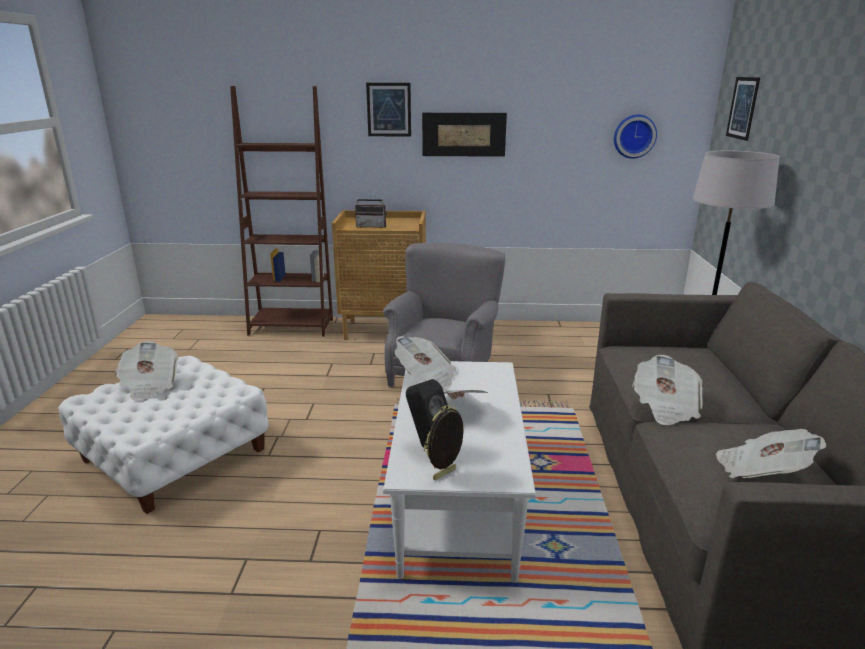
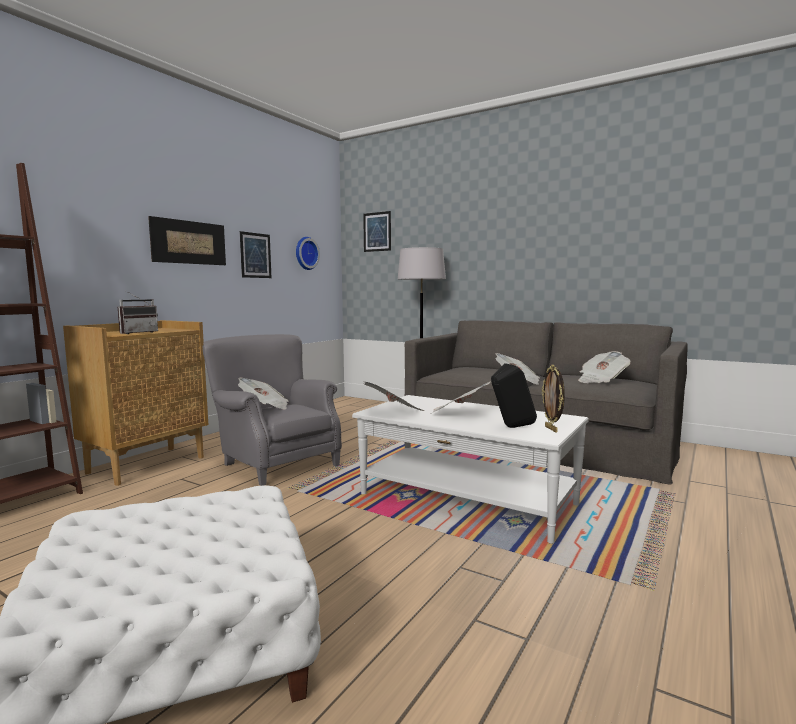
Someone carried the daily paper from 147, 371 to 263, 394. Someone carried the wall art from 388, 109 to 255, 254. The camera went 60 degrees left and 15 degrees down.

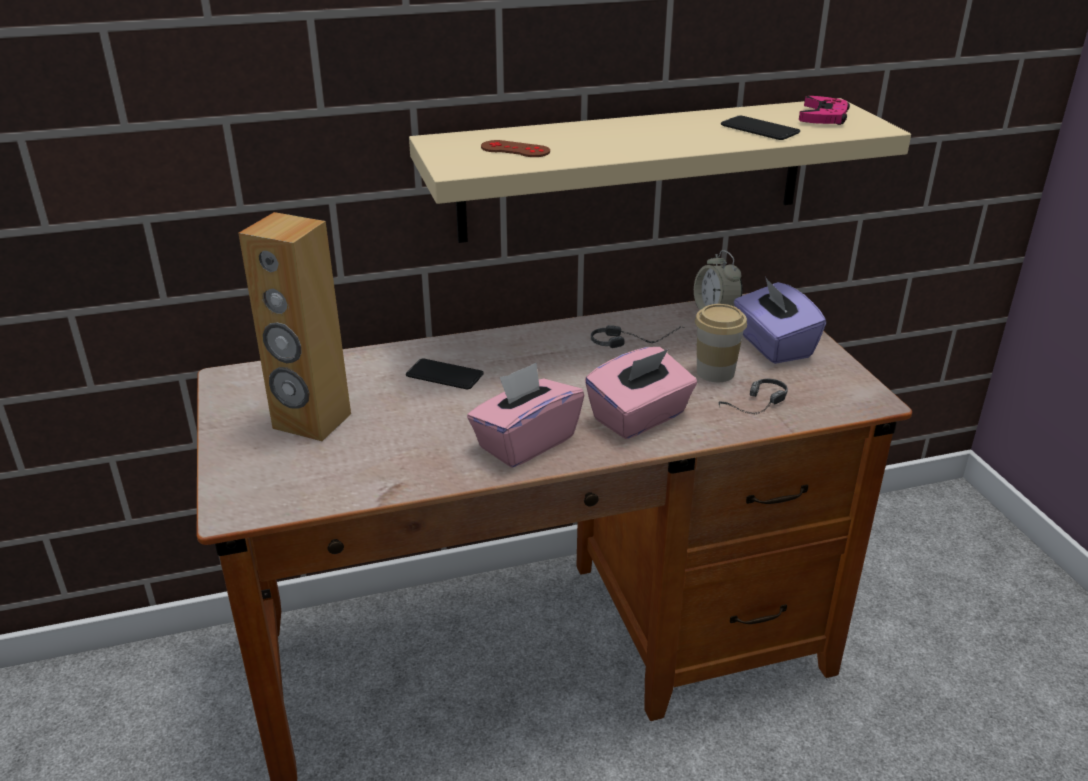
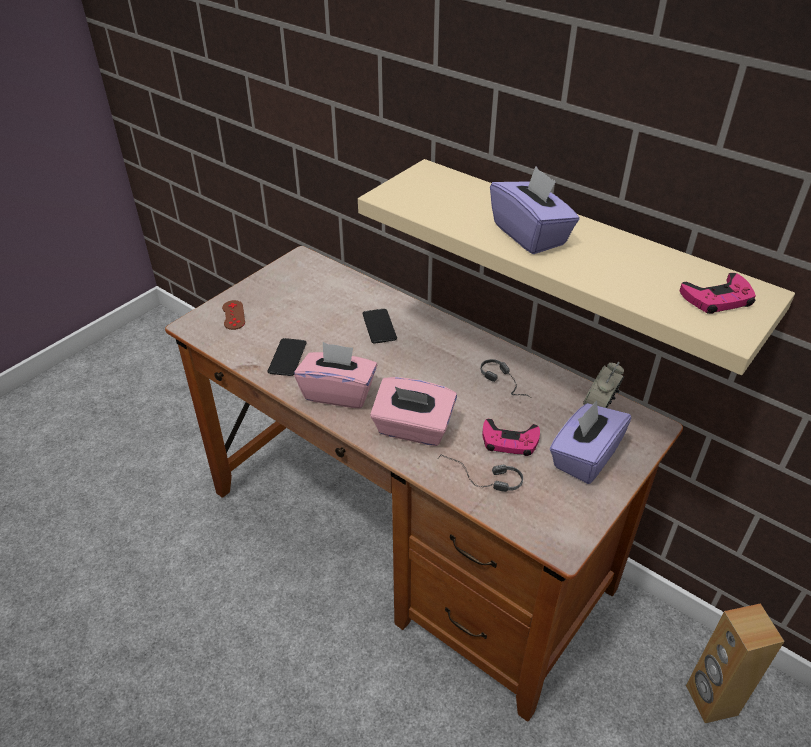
Someone put down the tissue holder/purplish at 534, 210. Someone carried the audio speaker/brown from 294, 326 to 735, 663. Someone carried the gamepad/brown from 515, 148 to 233, 315. Someone carried the phone from 760, 128 to 287, 357. Someone swapped the drinking cup at 721, 343 for the gamepad/pinkish at 511, 437. The camera went 55 degrees right and 10 degrees up.

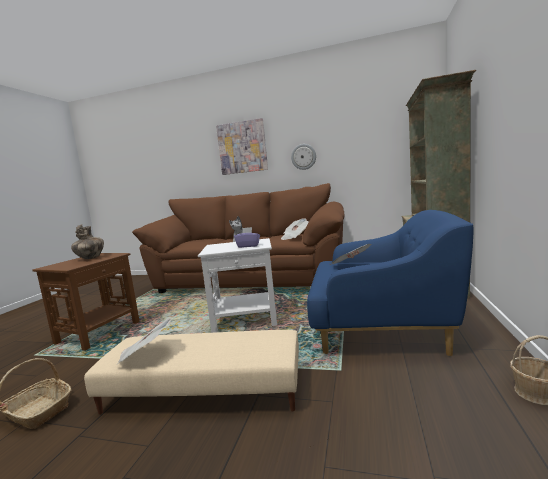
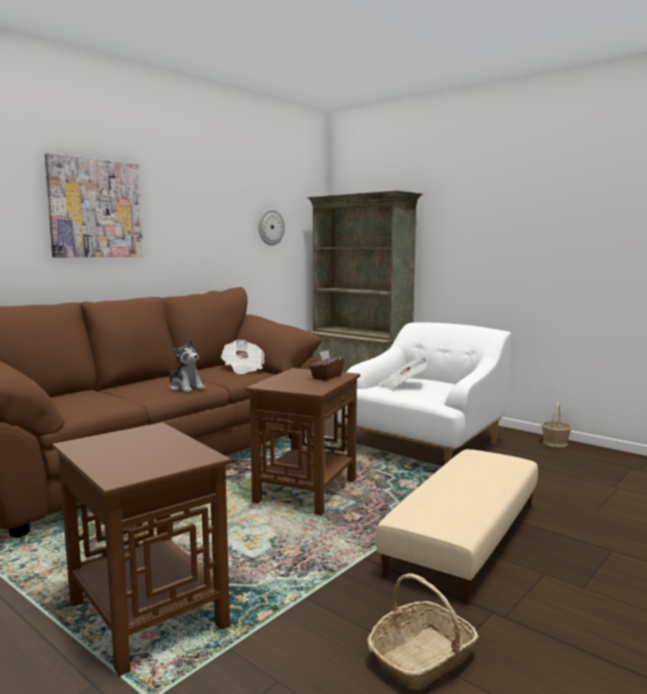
Someone took away the vase at 87, 241. Someone took away the daily paper at 143, 341. Someone carried the hanging clock from 303, 157 to 272, 227. Someone repainted the side table/white at 237, 285, which became the side table/brown at 302, 441. Someone repainted the tissue holder/purplish at 247, 237, which became the tissue holder/brown at 326, 365. Someone repainted the easy chair/blue-coloured at 390, 283, which became the easy chair/white at 422, 393. The camera went 65 degrees left and 0 degrees up.

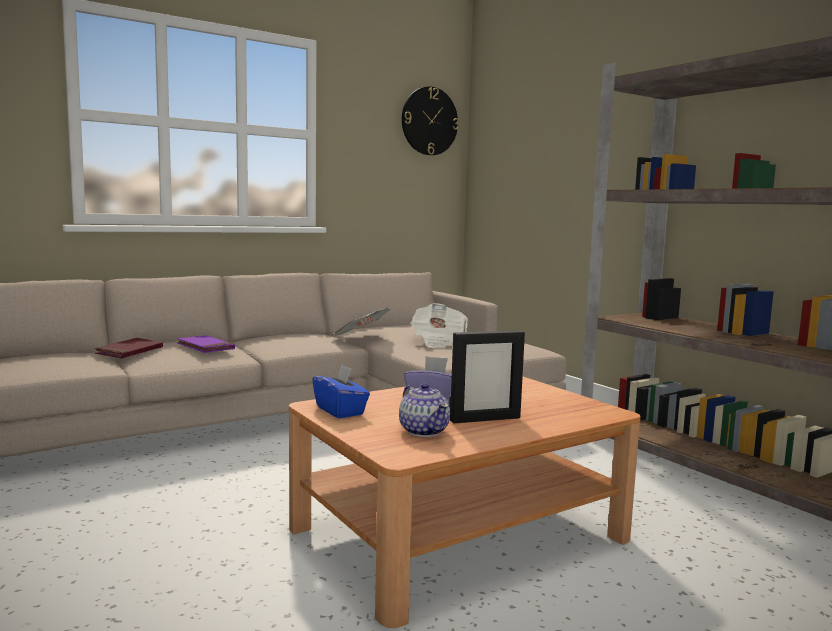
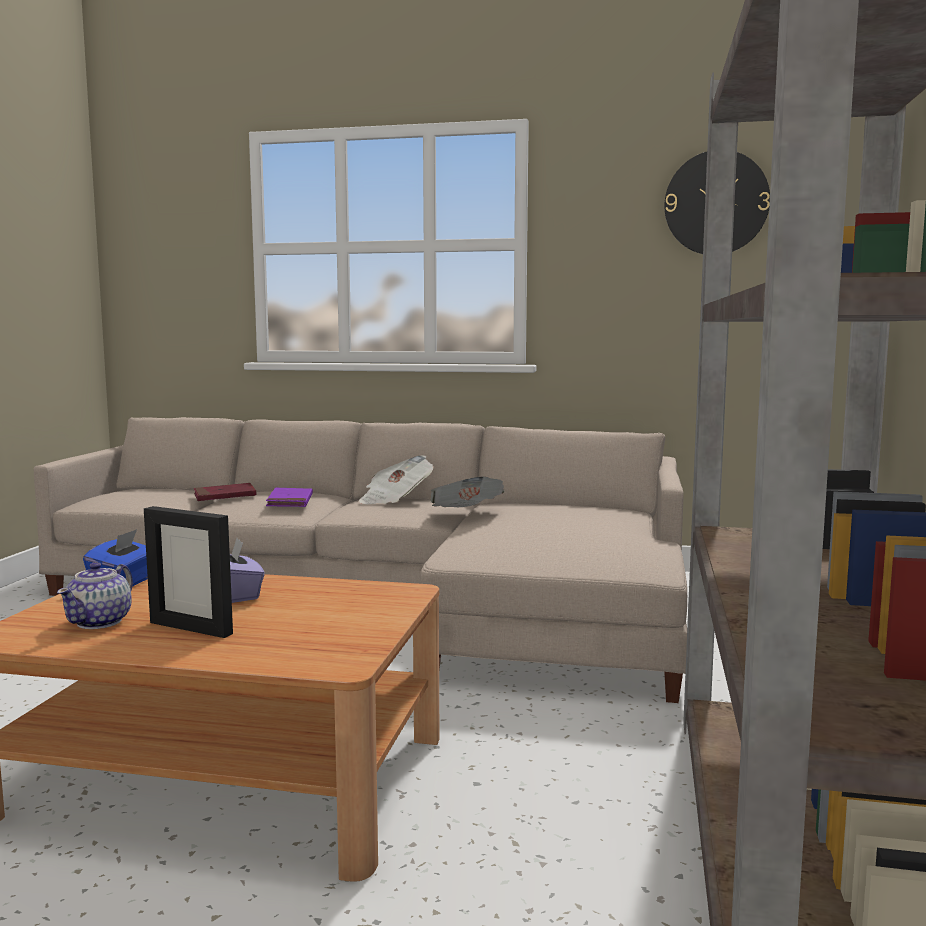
Someone carried the daily paper from 439, 325 to 396, 479. The camera went 45 degrees right and 0 degrees up.

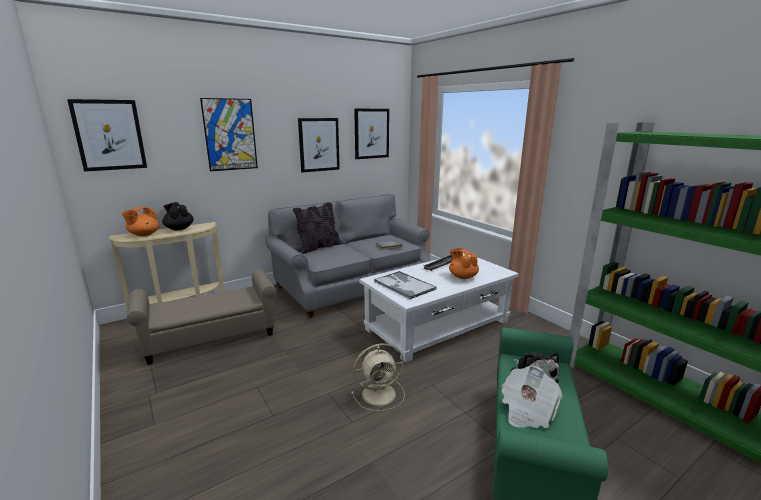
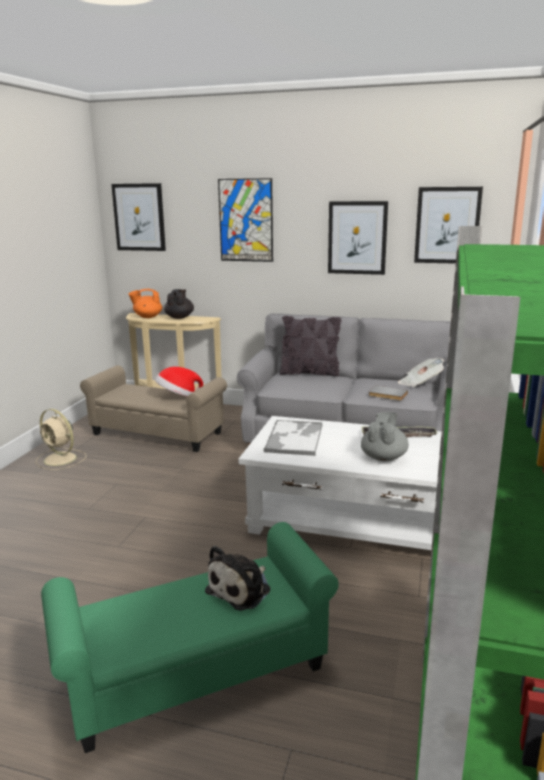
Someone put down the wearable hat at 179, 382. Someone carried the fan/sand-coloured from 378, 377 to 61, 439. Someone carried the daily paper from 531, 396 to 421, 372. Someone repainted the teapot/orange at 464, 263, which became the teapot/gray at 385, 436. The camera went 50 degrees right and 0 degrees up.

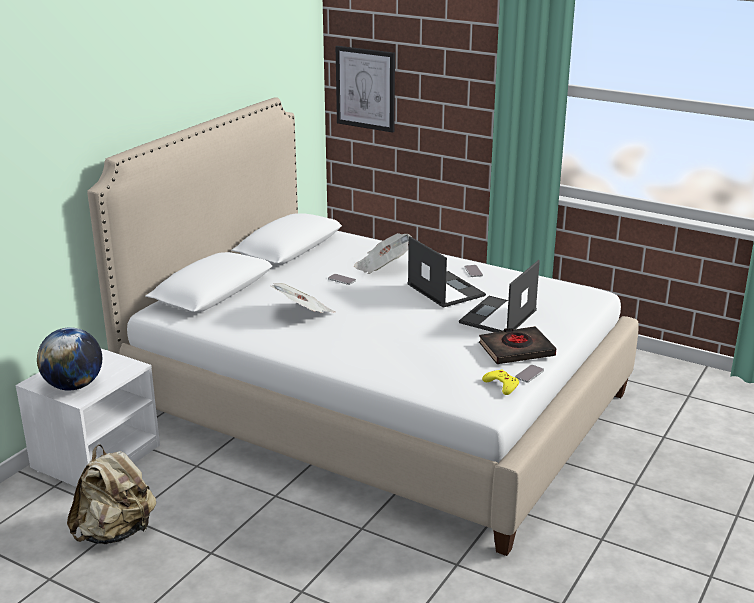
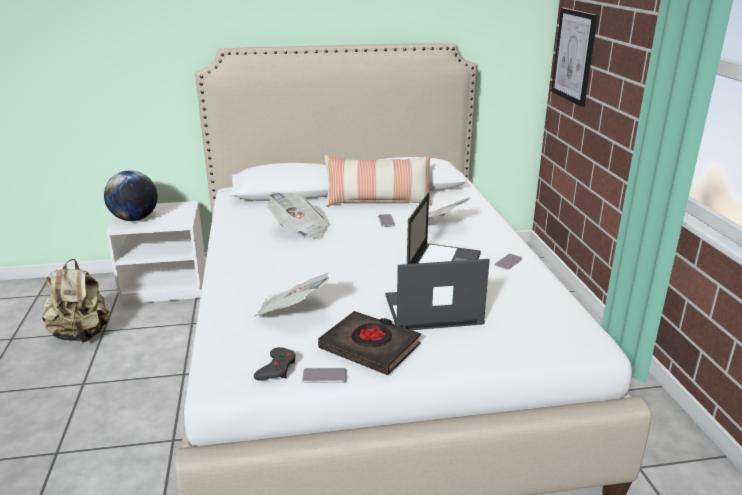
Someone put down the daily paper at 291, 295. Someone put down the cushion at 378, 181. Someone repainted the gamepad/yellowish at 500, 382, which became the gamepad/gray at 275, 364. The camera went 50 degrees right and 0 degrees up.

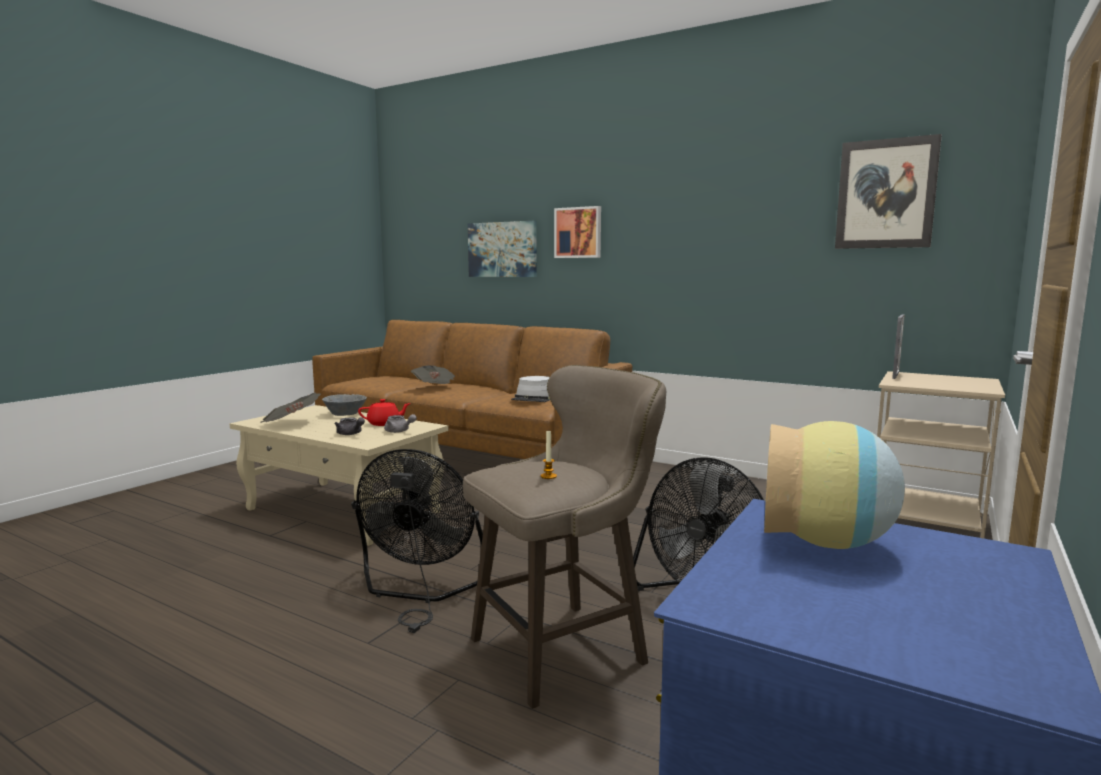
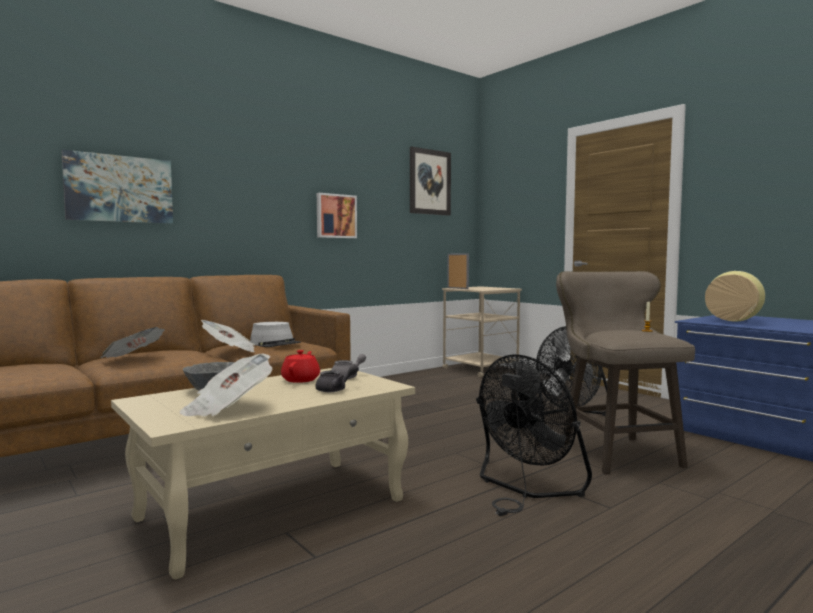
Someone put down the daily paper at 228, 336. Someone carried the wall art from 577, 232 to 337, 215. Someone rotated the fan/black at 417, 541 by 105 degrees clockwise. The camera went 70 degrees left and 5 degrees down.

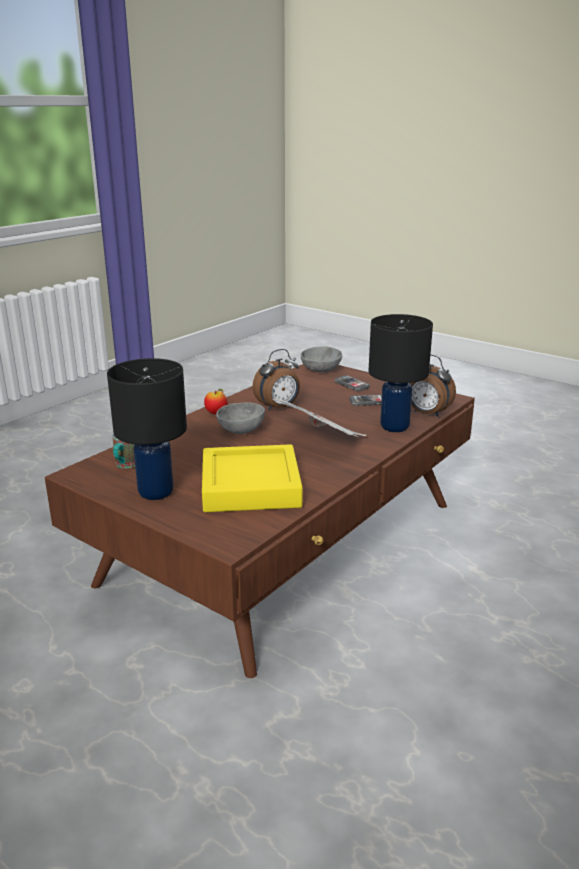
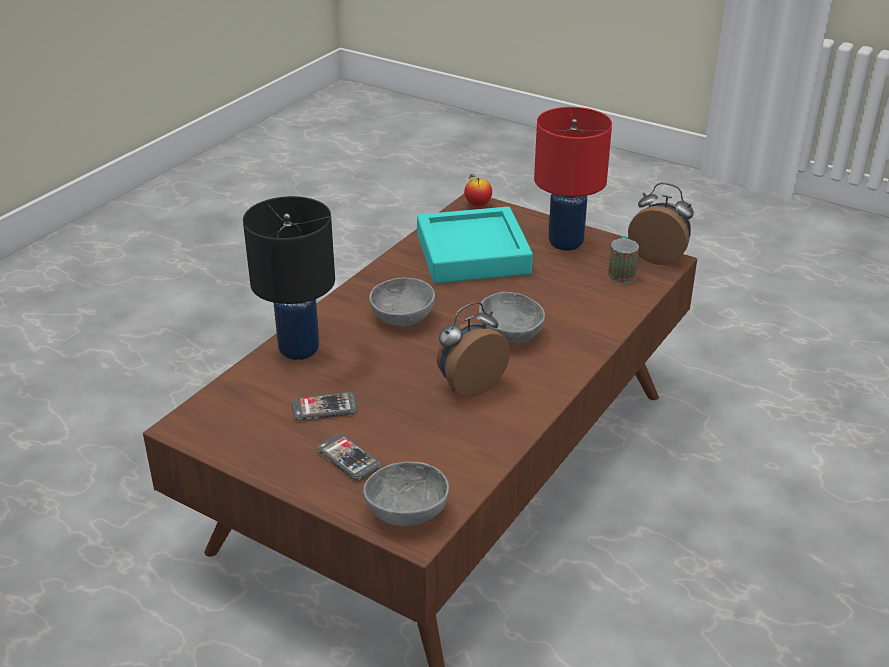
Someone carried the apple from 216, 401 to 478, 190. Someone carried the table clock from 433, 385 to 661, 224. Someone swapped the daily paper at 319, 418 for the bowl/gray at 402, 302. Someone repainted the tabletop lamp/black at 147, 429, which became the tabletop lamp/reddish at 573, 179. Someone repainted the tray/yellowish at 252, 478, which became the tray/turquoise-coloured at 475, 245. The camera went 175 degrees right and 10 degrees up.

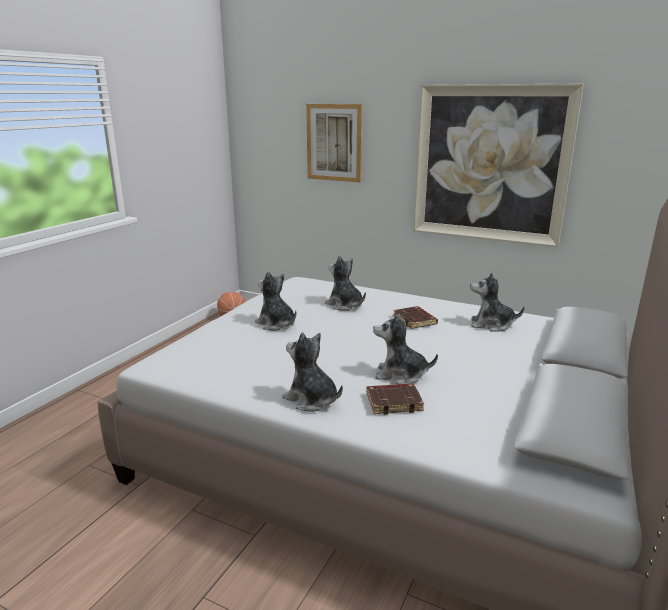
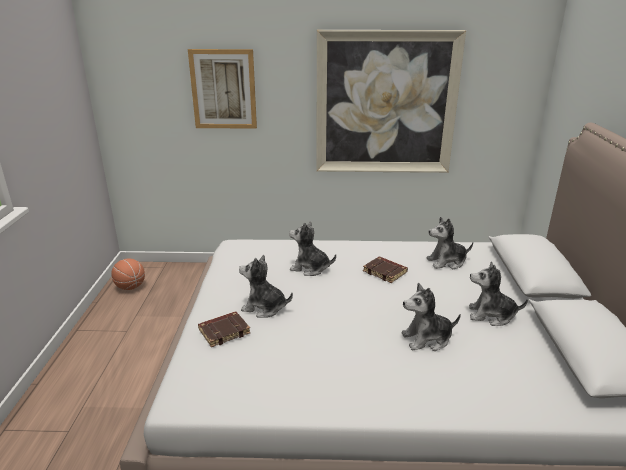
Someone carried the cuddly toy from 312, 372 to 498, 293. Someone carried the book/brown from 395, 399 to 224, 329. The camera went 25 degrees left and 5 degrees up.

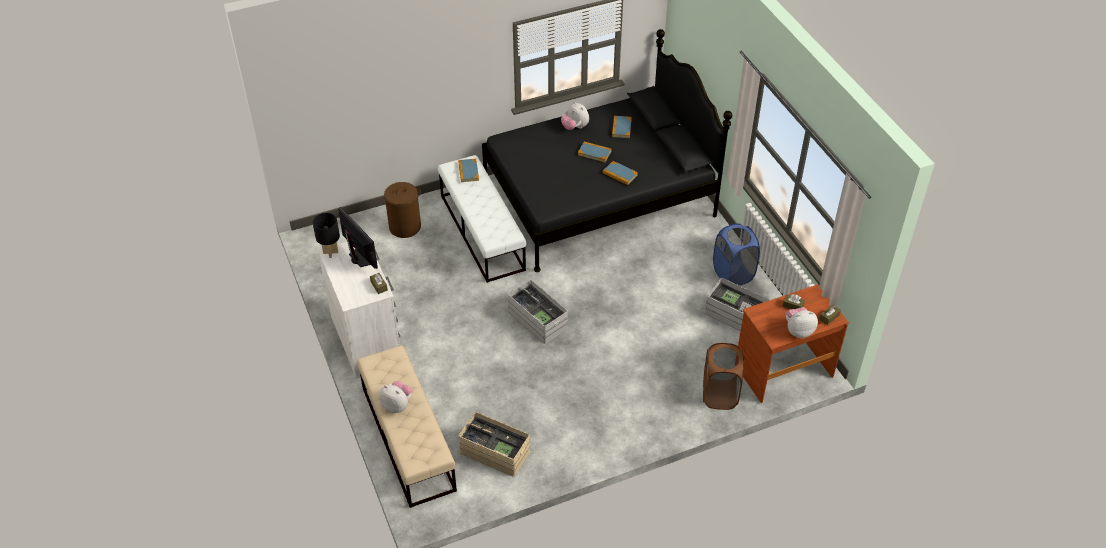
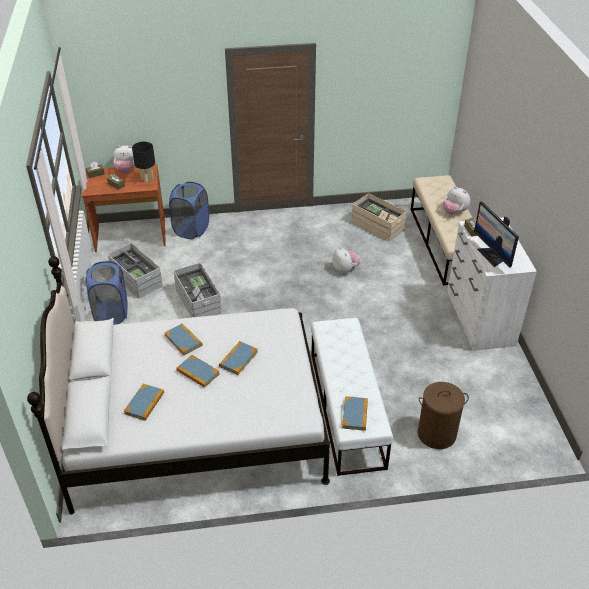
Someone put down the book at 238, 358. Someone carried the tabletop lamp/black from 326, 235 to 143, 162. Someone carried the storage bin/gray from 538, 312 to 198, 290. Someone carried the cuddly toy from 575, 116 to 346, 260. Someone repainted the sleeping bed/black at 607, 150, which became the sleeping bed/white at 178, 385. Someone repainted the hamper/brown at 723, 376, which became the hamper/blue-coloured at 189, 210. The camera went 165 degrees left and 5 degrees down.

